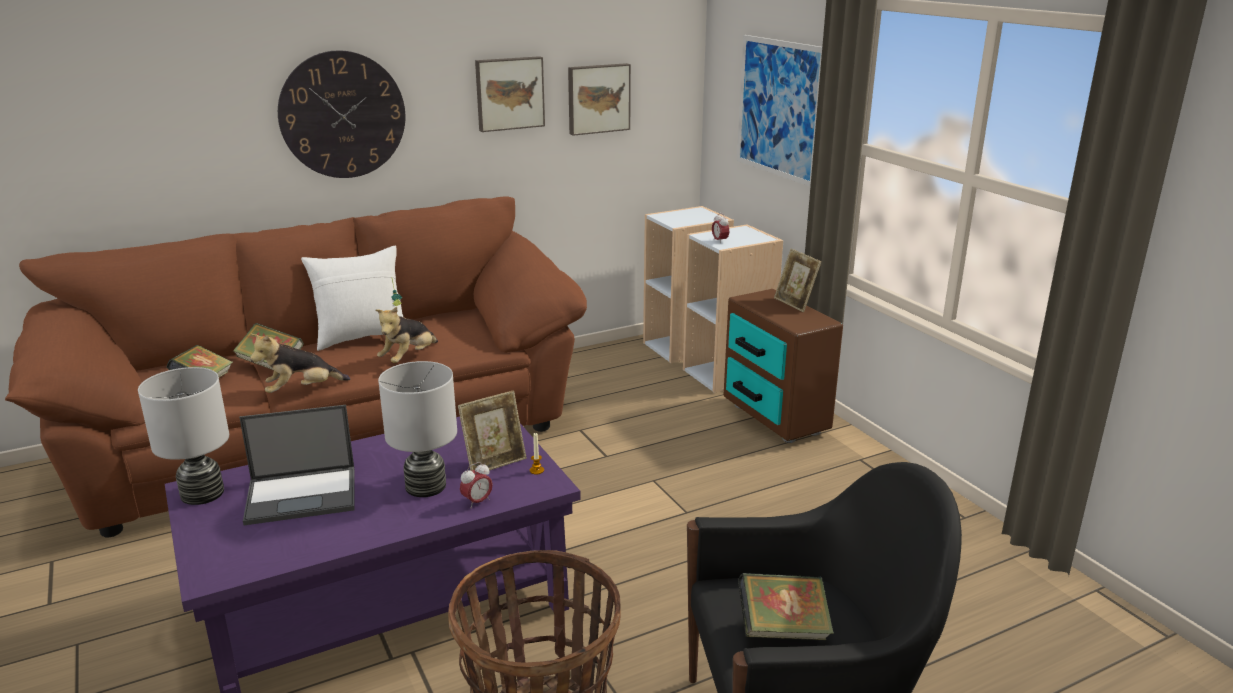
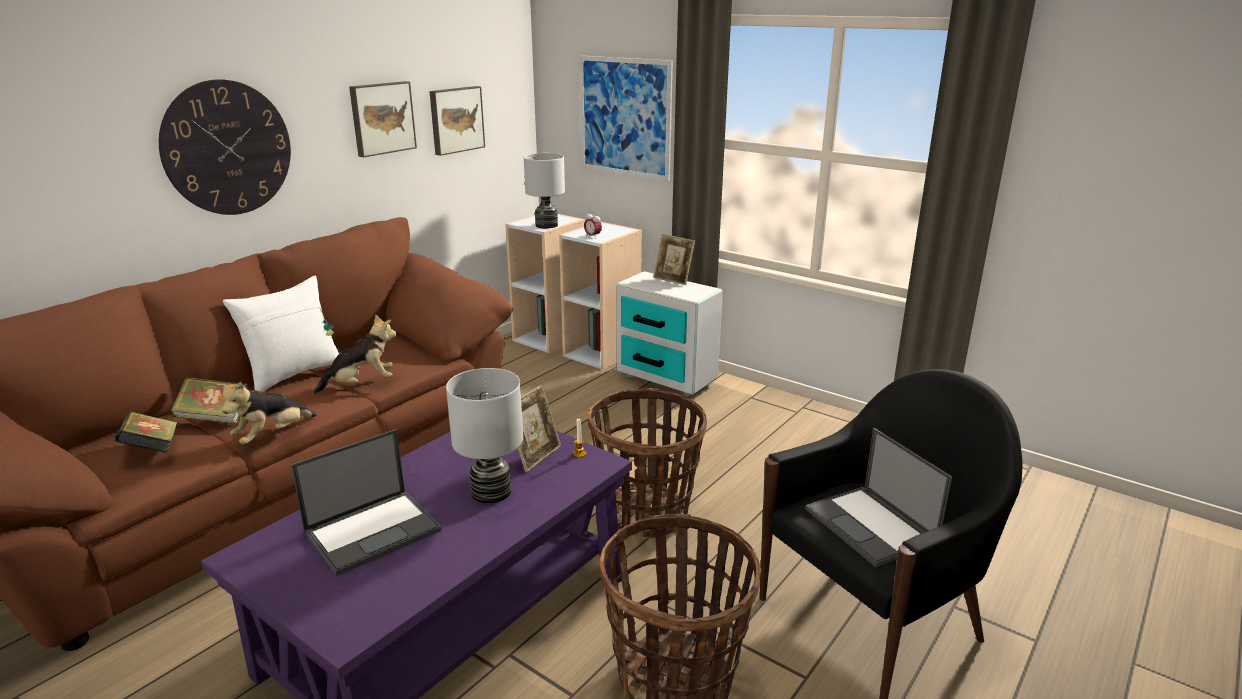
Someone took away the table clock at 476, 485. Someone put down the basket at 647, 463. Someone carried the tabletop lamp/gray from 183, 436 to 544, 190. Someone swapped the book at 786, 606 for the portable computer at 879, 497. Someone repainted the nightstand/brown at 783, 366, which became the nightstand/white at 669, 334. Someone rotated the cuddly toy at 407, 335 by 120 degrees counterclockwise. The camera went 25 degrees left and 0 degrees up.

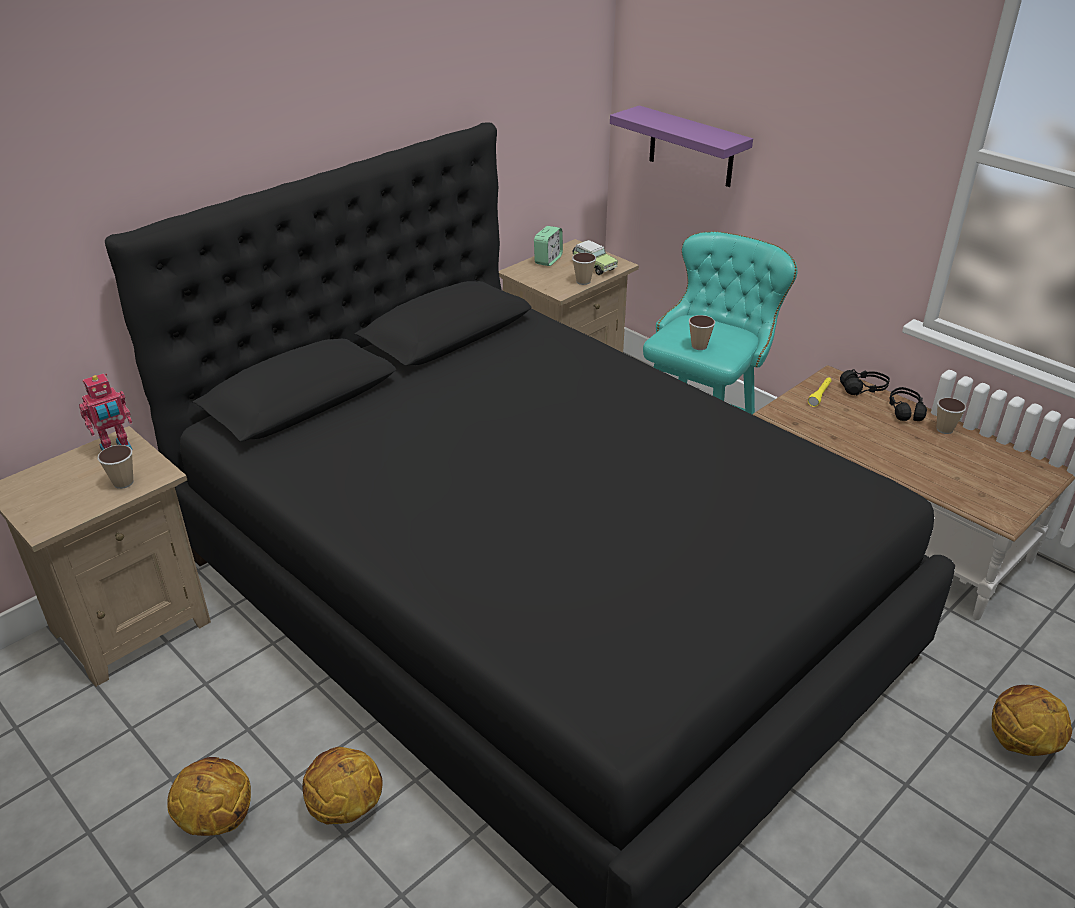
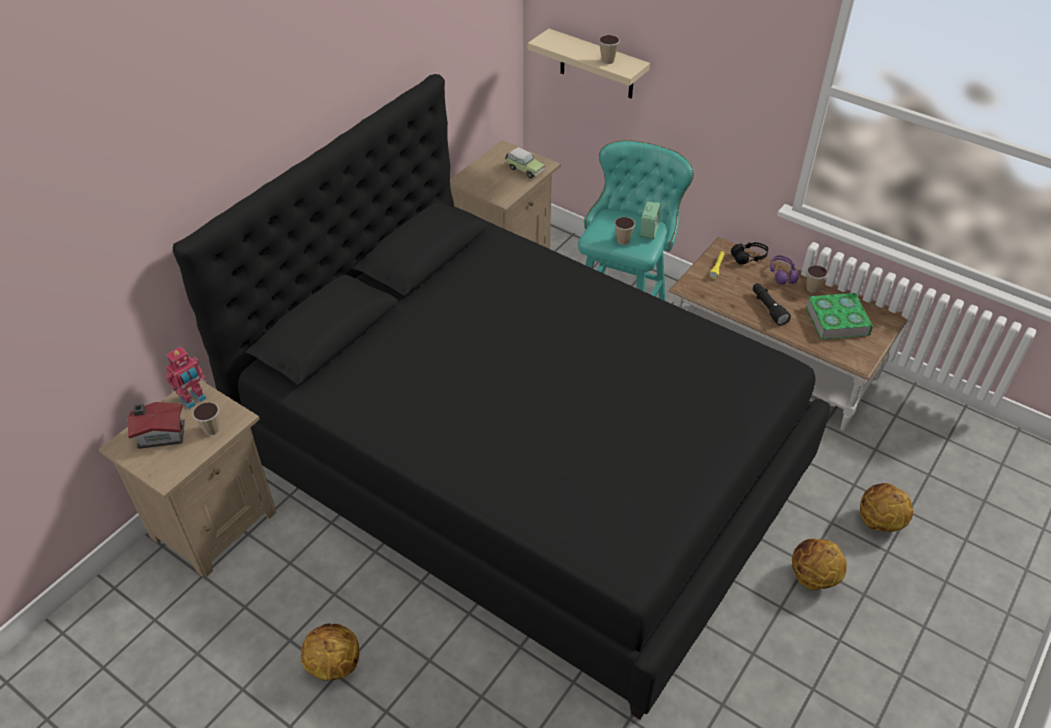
Someone put down the toy house at 156, 425. Someone put down the torch/black at 772, 304. Someone put down the book at 839, 316. Someone carried the ball for basketball from 342, 785 to 819, 564. Someone carried the table clock from 548, 246 to 650, 220. Someone carried the drinking cup from 584, 269 to 609, 49. Someone repainted the shelf/purplish at 681, 146, which became the shelf/sand-coloured at 589, 64. Someone repainted the pair of headphones/black at 908, 404, which became the pair of headphones/purplish at 784, 270. The camera went 10 degrees left and 10 degrees up.

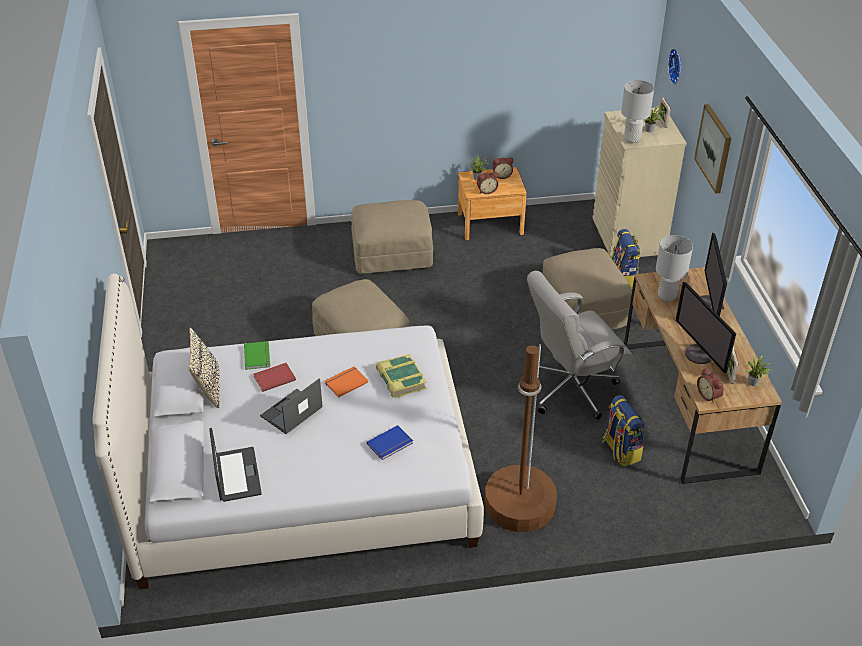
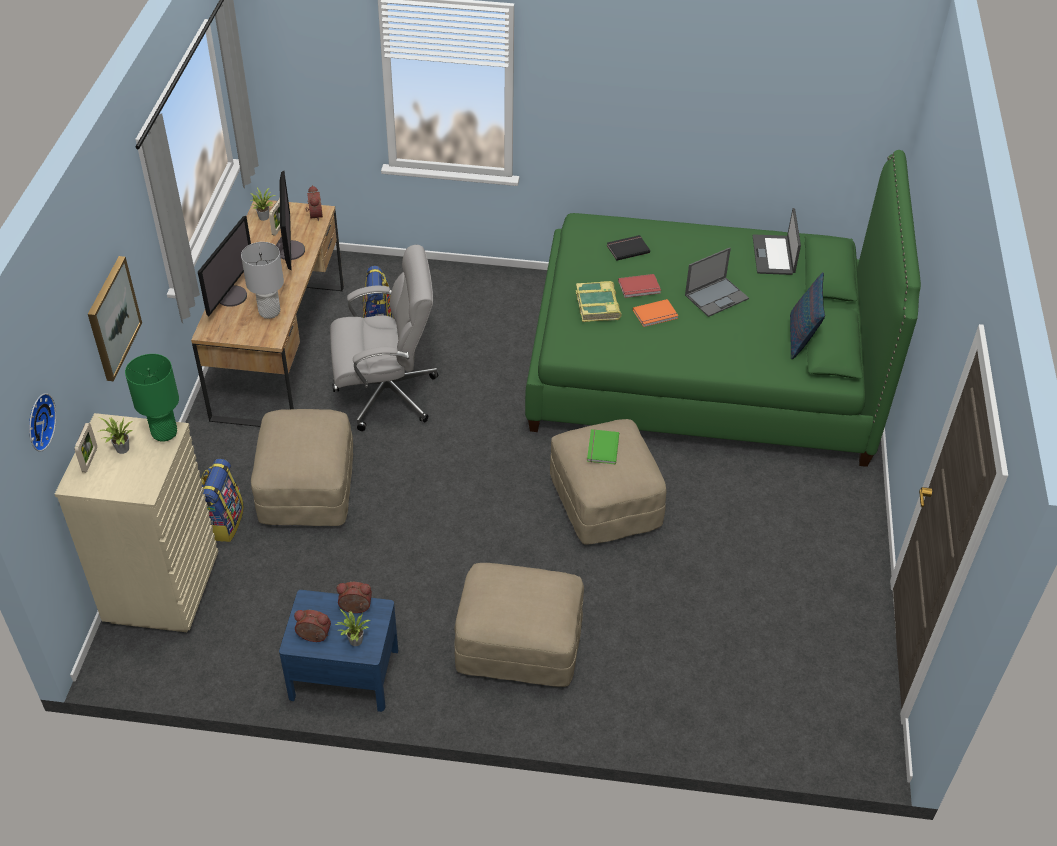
Someone took away the floor lamp/brown at 521, 438. Someone carried the book/green-coloured from 257, 355 to 603, 446. Someone carried the book/reddish from 275, 377 to 639, 286. Someone repainted the sleeping bed/white at 288, 431, which became the sleeping bed/green-coloured at 723, 308. Someone repainted the cushion/sand-coloured at 204, 368, which became the cushion/blue-coloured at 807, 315. Someone repainted the book/blue-coloured at 390, 442, which became the book/black at 628, 248. Someone repainted the nightstand/brown at 492, 203, which became the nightstand/blue-coloured at 338, 651. Someone repainted the tabletop lamp/gray at 637, 111, which became the tabletop lamp/green-coloured at 152, 398. The camera went 165 degrees left and 5 degrees up.

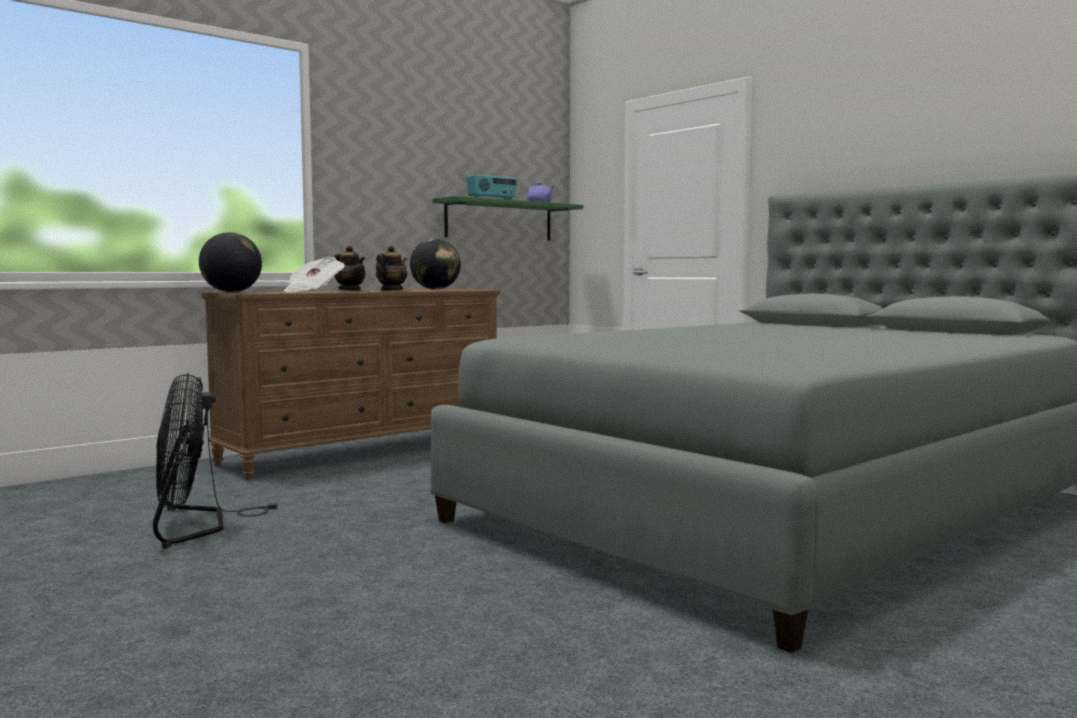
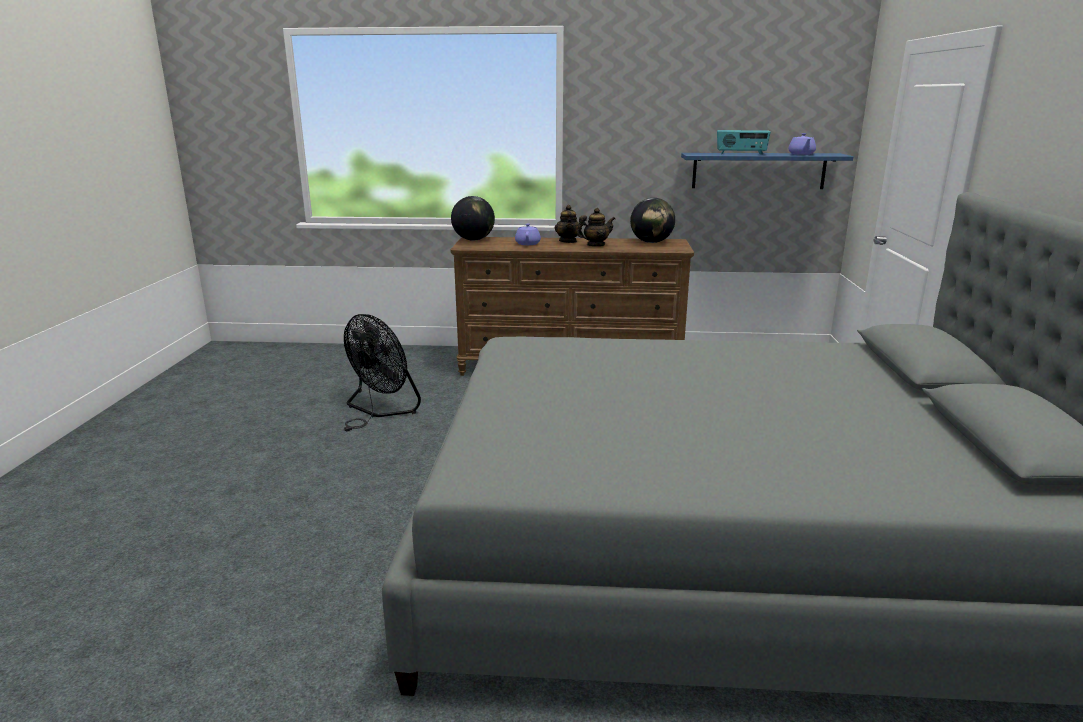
Someone swapped the daily paper at 314, 274 for the teapot/purplish at 528, 234. Someone repainted the shelf/green-coloured at 508, 218, which became the shelf/blue-coloured at 767, 171. Someone rotated the fan/black at 216, 461 by 105 degrees clockwise. The camera went 45 degrees right and 15 degrees up.

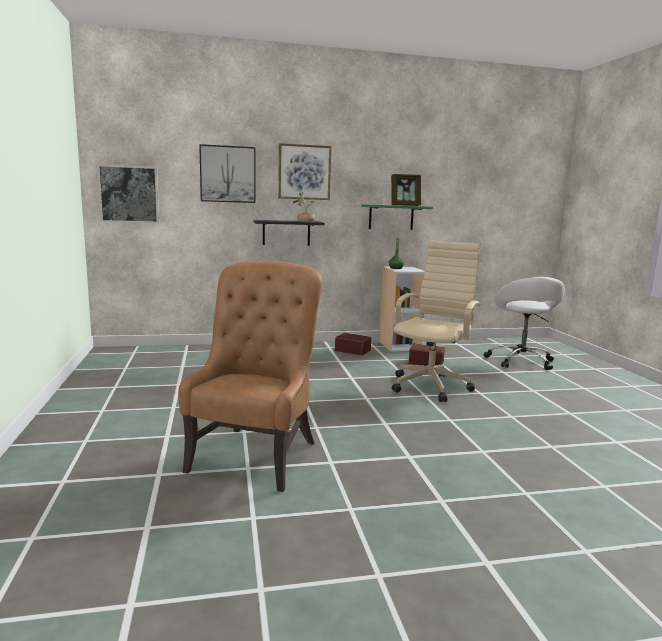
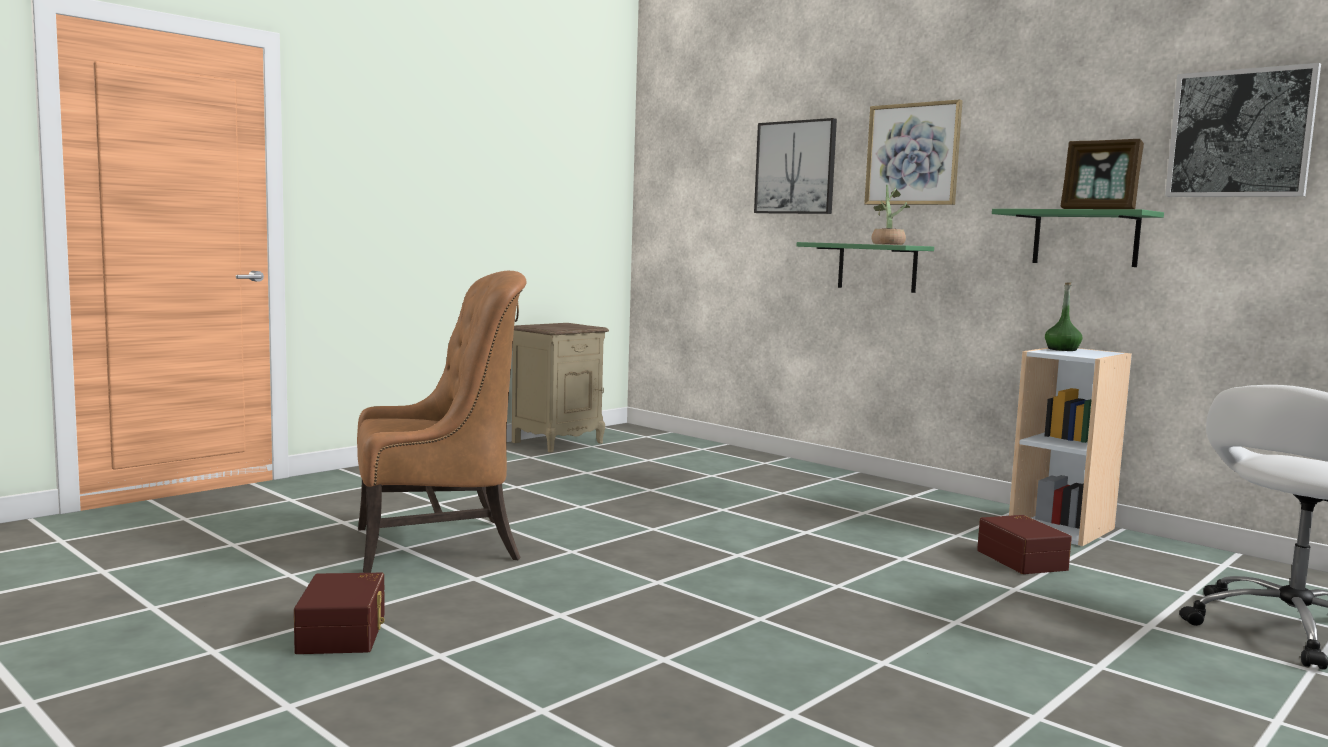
Someone took away the office chair/sand-coloured at 436, 321. Someone put down the nightstand/sand-coloured at 560, 388. Someone carried the wall art from 128, 193 to 1243, 130. Someone carried the storage bin/brown from 353, 344 to 339, 613. Someone repainted the shelf/black at 289, 233, which became the shelf/green-coloured at 865, 267. The camera went 55 degrees right and 5 degrees down.

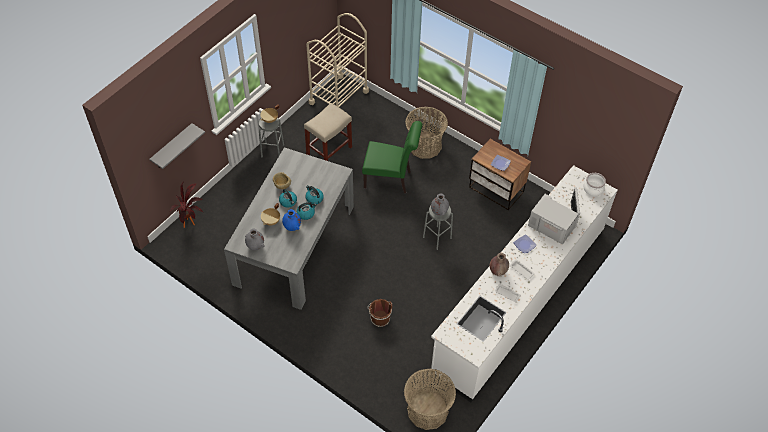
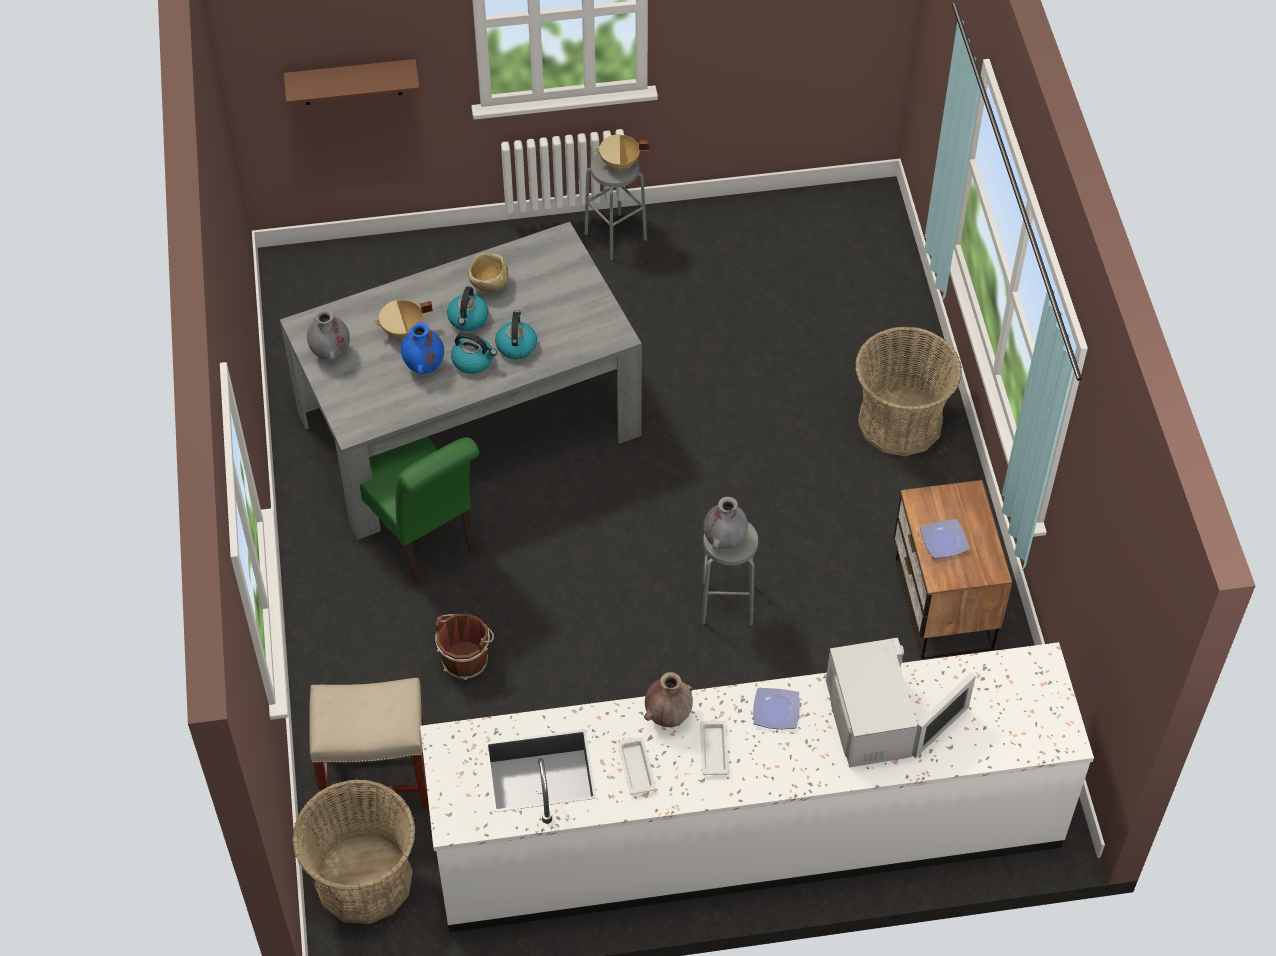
Someone took away the potted plant at 186, 205. Someone took away the cart/sand-coloured at 337, 60. Someone took away the cooking pot at 594, 184. Someone carried the sitting stool/sand-coloured from 328, 132 to 369, 743. Someone carried the plain chair/green-coloured from 392, 157 to 419, 511. Someone repainted the shelf/gray at 177, 146, which became the shelf/brown at 352, 82. The camera went 45 degrees right and 0 degrees up.

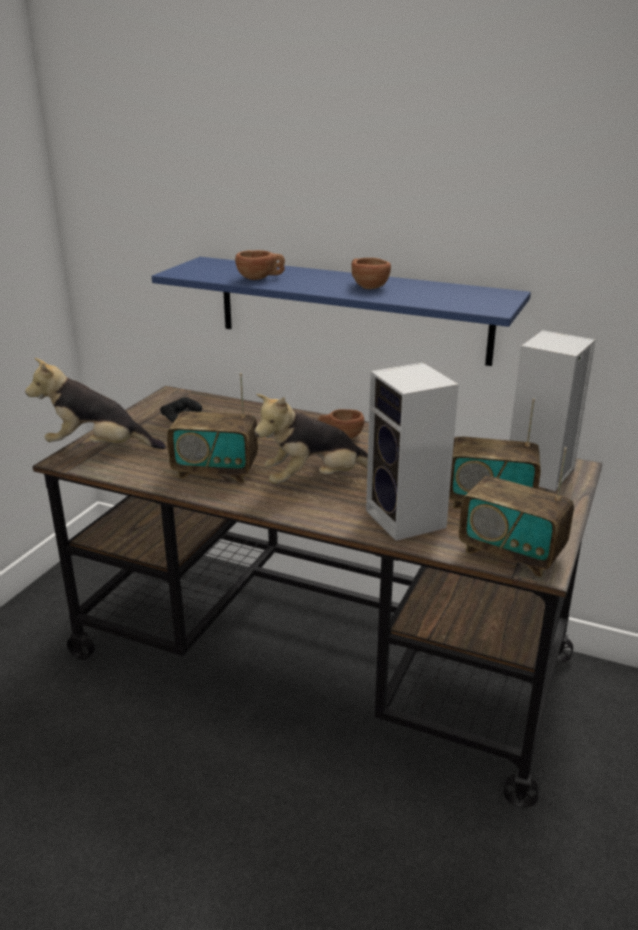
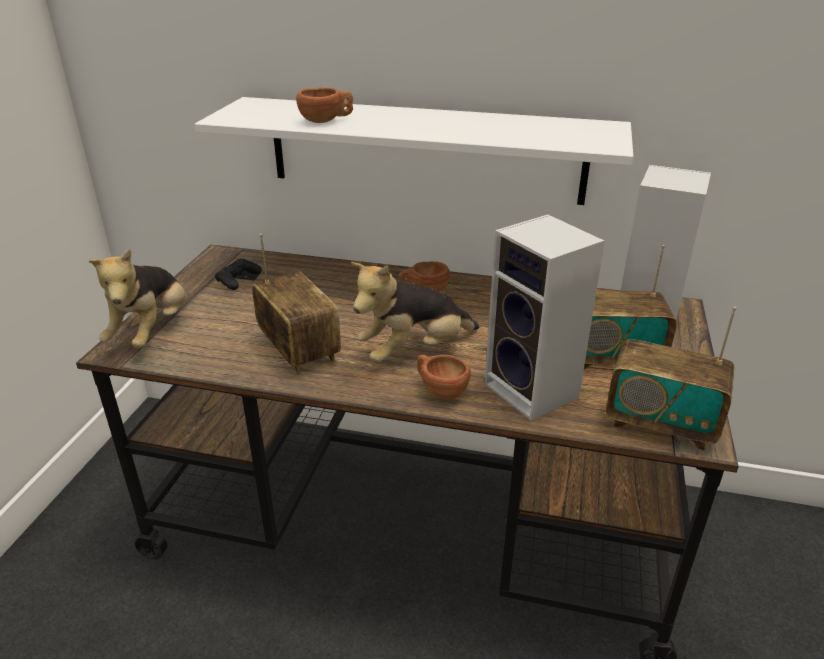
Someone carried the drinking cup/brown from 371, 273 to 444, 377. Someone repainted the shelf/blue-coloured at 341, 311, which became the shelf/white at 414, 151. Someone rotated the cuddly toy at 95, 403 by 75 degrees counterclockwise. Someone rotated the radio set at 212, 428 by 120 degrees counterclockwise. The camera went 10 degrees left and 5 degrees up.

